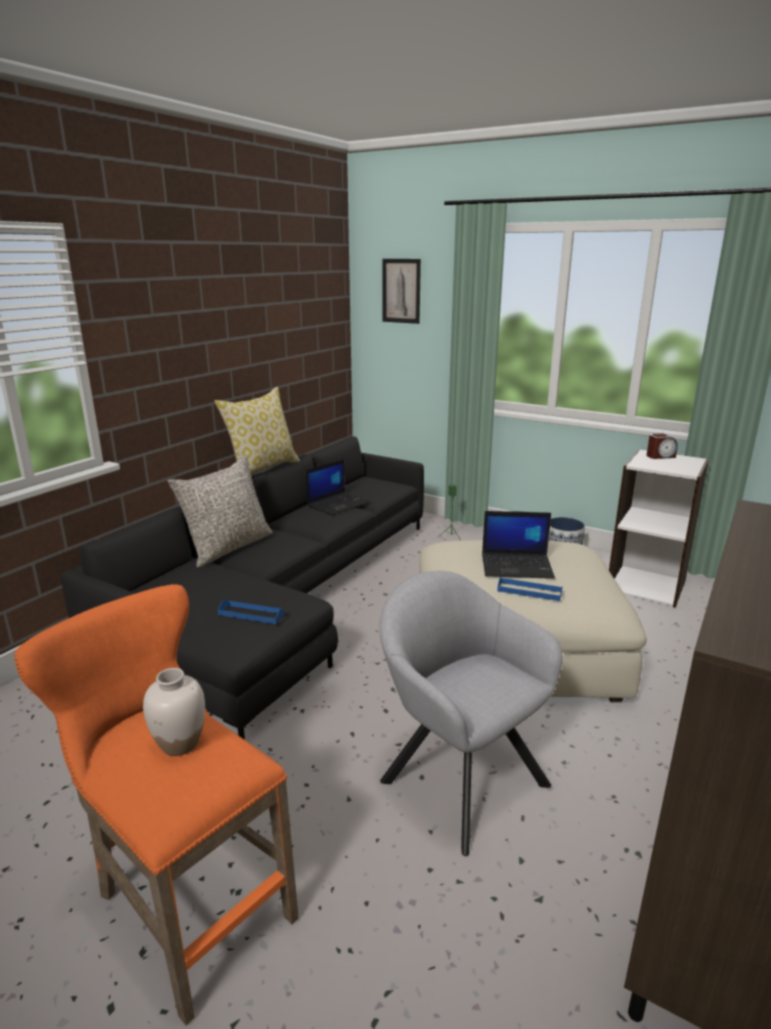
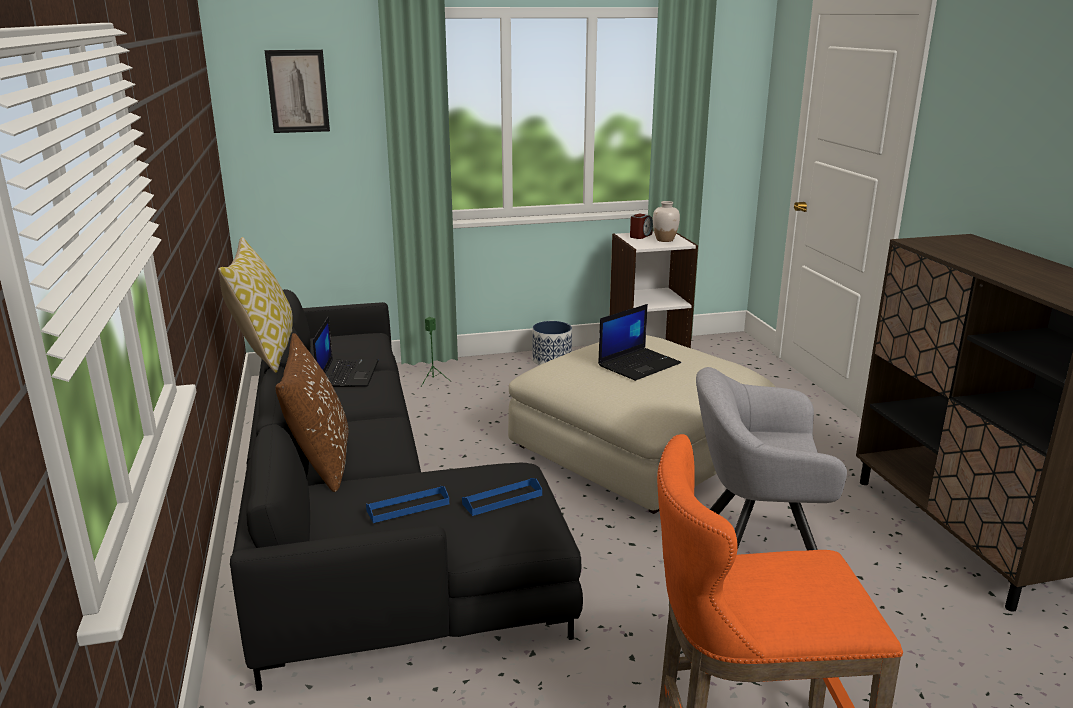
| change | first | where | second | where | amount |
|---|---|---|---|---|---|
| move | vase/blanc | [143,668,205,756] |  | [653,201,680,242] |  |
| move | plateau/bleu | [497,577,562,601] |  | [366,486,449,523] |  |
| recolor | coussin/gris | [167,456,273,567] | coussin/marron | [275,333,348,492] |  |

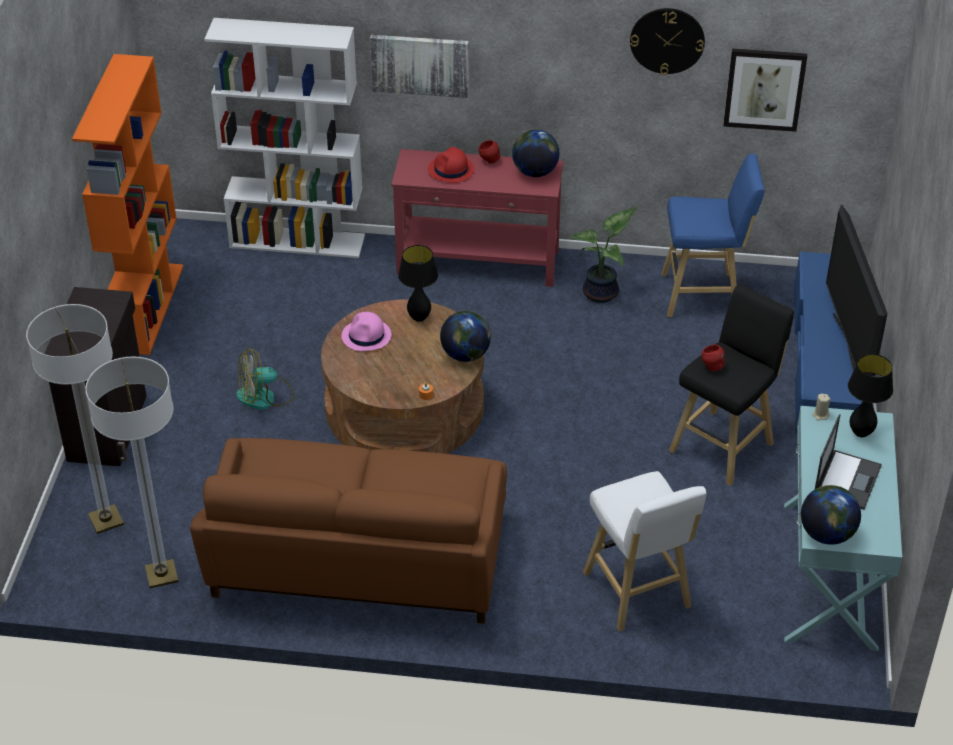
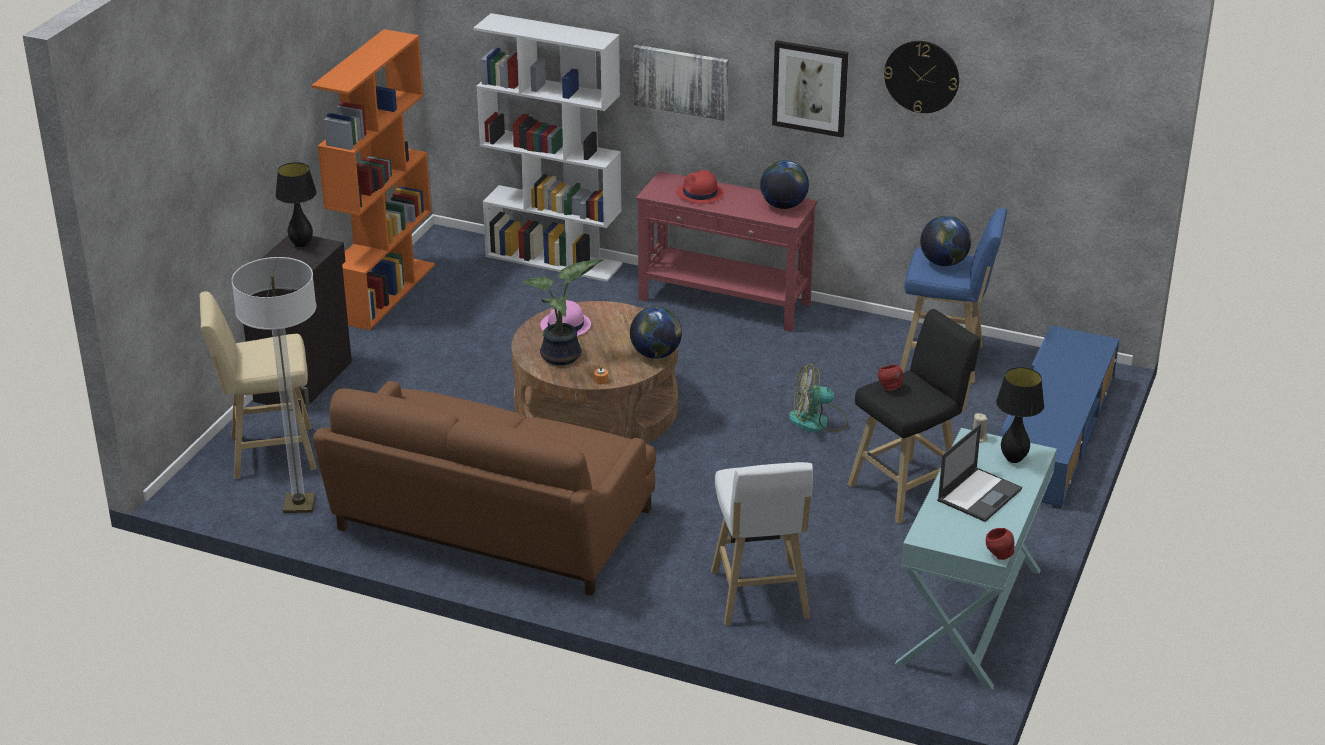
| change | first | where | second | where | amount |
|---|---|---|---|---|---|
| delete | téléviseur | [826,204,888,377] |  |  |  |
| move | ventilateur | [236,348,294,410] |  | [789,364,849,432] |  |
| move | lampe de table/noir | [398,245,438,322] |  | [275,162,317,247] |  |
| move | bol/rouge | [479,140,500,164] |  | [986,528,1015,560] |  |
| move | plante en pot | [570,207,639,303] |  | [522,259,604,365] |  |
| move | tableau | [723,49,807,132] |  | [772,40,849,137] |  |
| move | globe | [801,485,861,545] |  | [920,216,971,266] |  |
| replace | lampadaire | [26,304,124,534] | tabouret/beige | [200,291,317,479] |  |

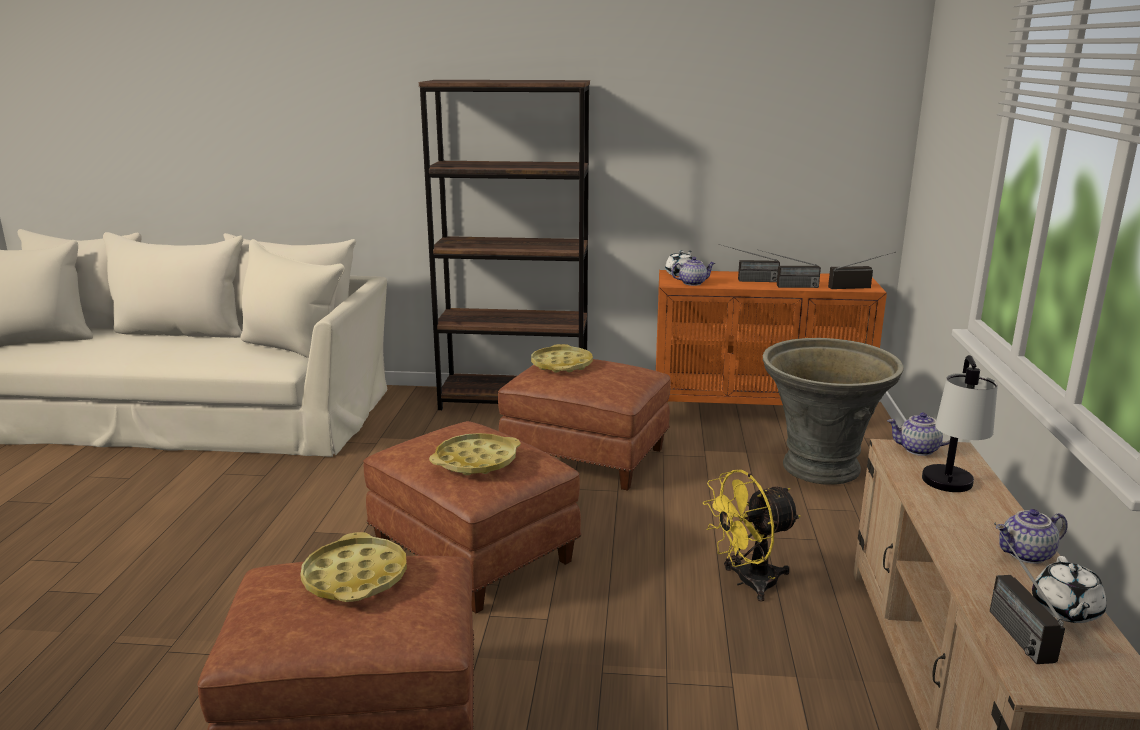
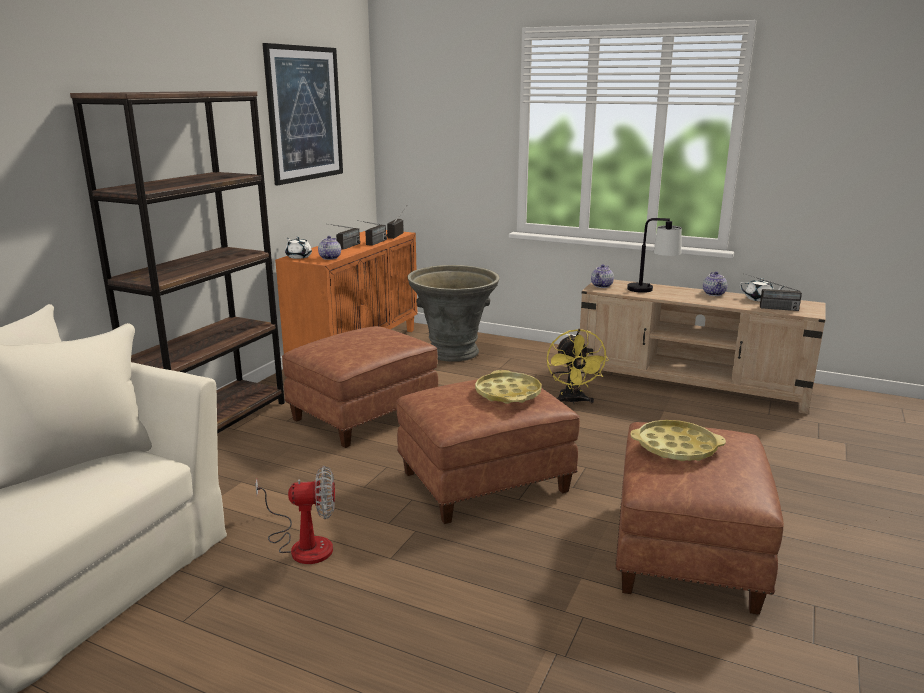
| change | first | where | second | where | amount |
|---|---|---|---|---|---|
| delete | plateau/jaune | [531,344,593,373] |  |  |  |
| insert |  |  | ventilateur | [255,466,335,564] |  |
| insert |  |  | tableau | [262,43,343,185] |  |

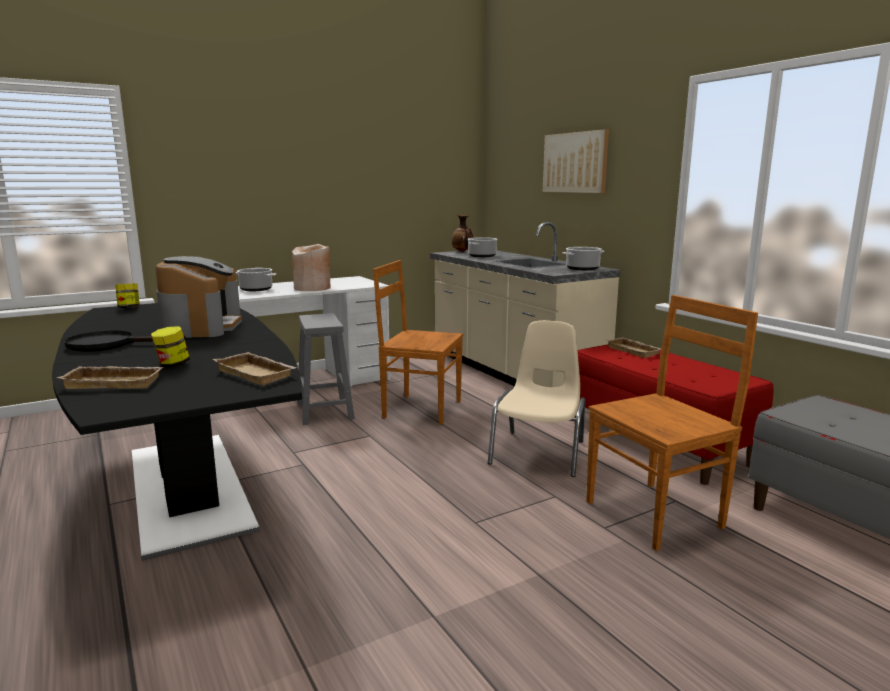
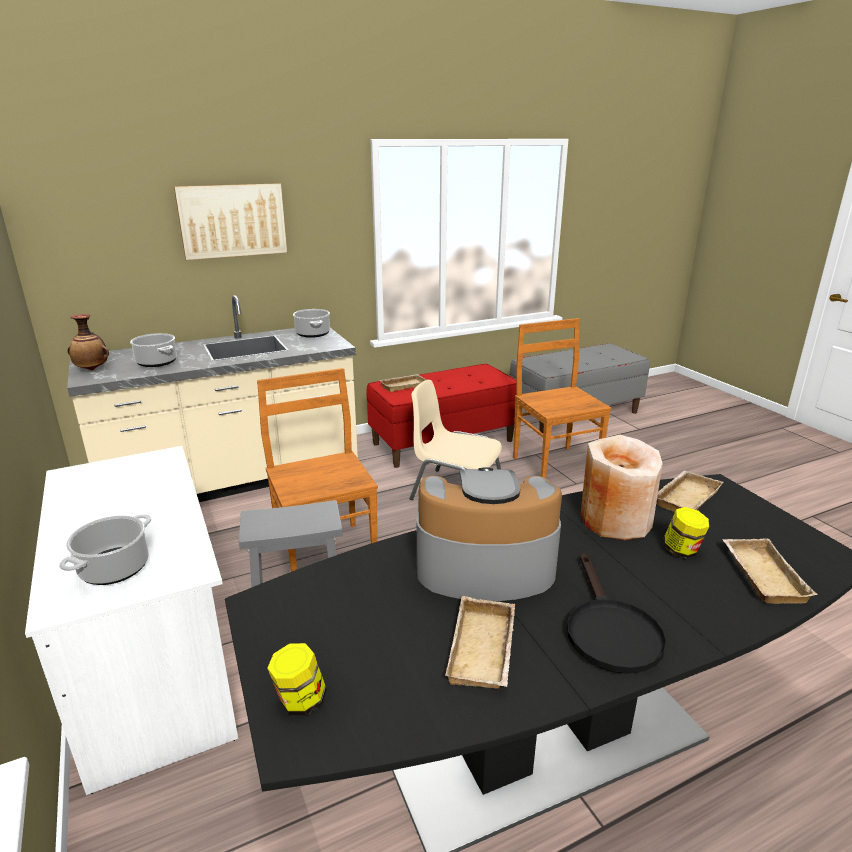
| change | first | where | second | where | amount |
|---|---|---|---|---|---|
| insert |  |  | plateau/beige | [445,596,515,689] |  |
| move | vase/beige | [292,244,331,291] |  | [580,435,663,540] |  |
| rotate | chaise/marron | [373,260,463,425] |  | [257,368,378,572] | 135 degrees clockwise |

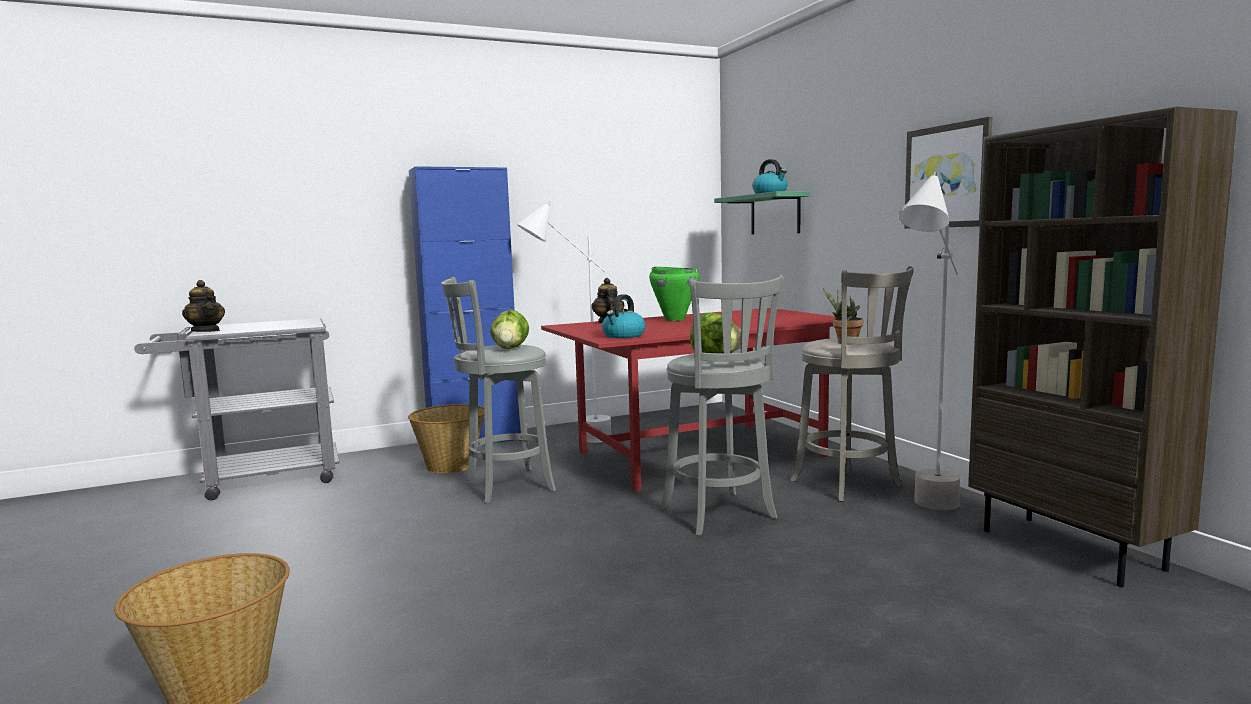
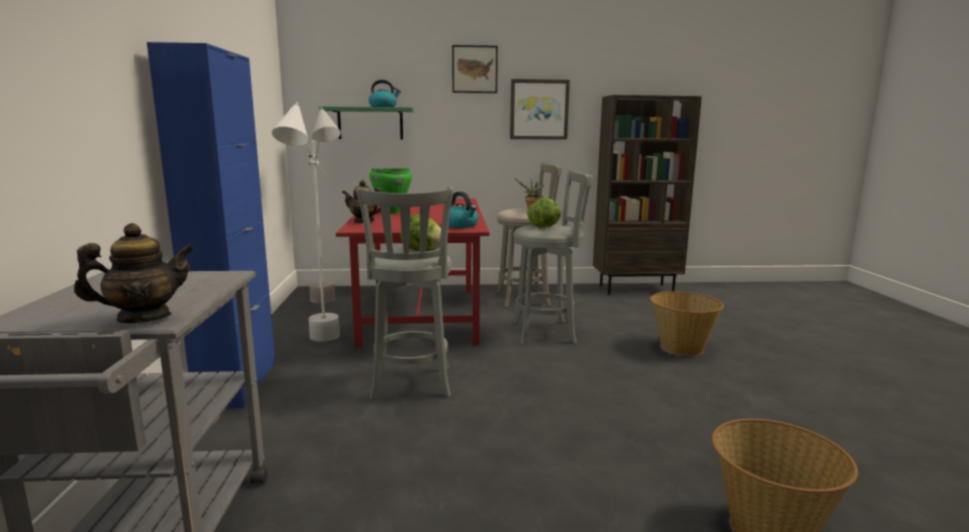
| change | first | where | second | where | amount |
|---|---|---|---|---|---|
| insert |  |  | tableau | [452,45,498,93] |  |
| move | panier | [408,404,484,473] |  | [650,291,724,356] |  |
| move | lampadaire/gris | [898,172,960,510] |  | [309,107,341,304] |  |

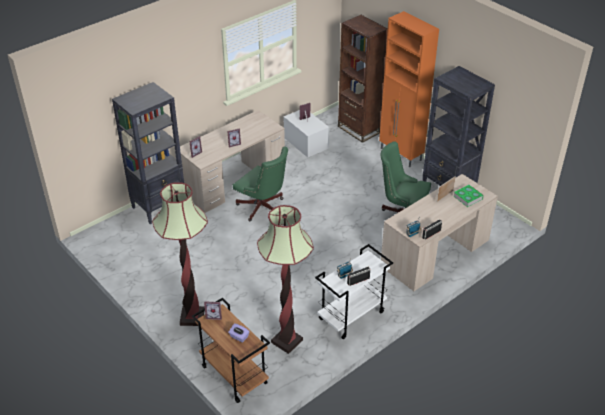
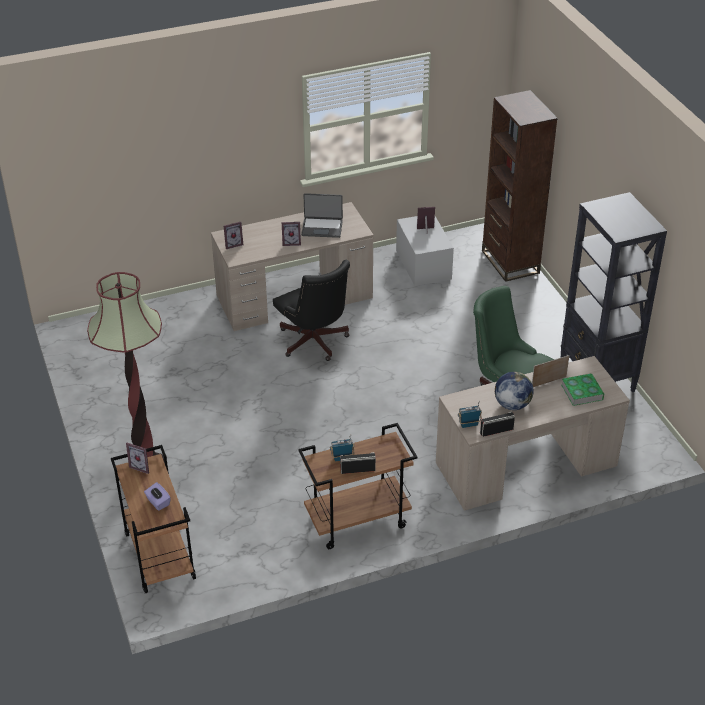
| change | first | where | second | where | amount |
|---|---|---|---|---|---|
| delete | bibliothèque/noir | [112,82,184,224] |  |  |  |
| delete | lampadaire | [257,205,314,354] |  |  |  |
| delete | meuble de rangement/orange | [379,11,439,167] |  |  |  |
| insert |  |  | ordinateur portable | [301,193,343,238] |  |
| insert |  |  | globe | [495,372,534,410] |  |
| recolor | chaise de bureau/vert | [233,146,288,221] | chaise de bureau/noir | [273,260,350,361] |  |
| recolor | chariot/blanc | [315,244,393,339] | chariot/marron | [298,423,418,549] |  |

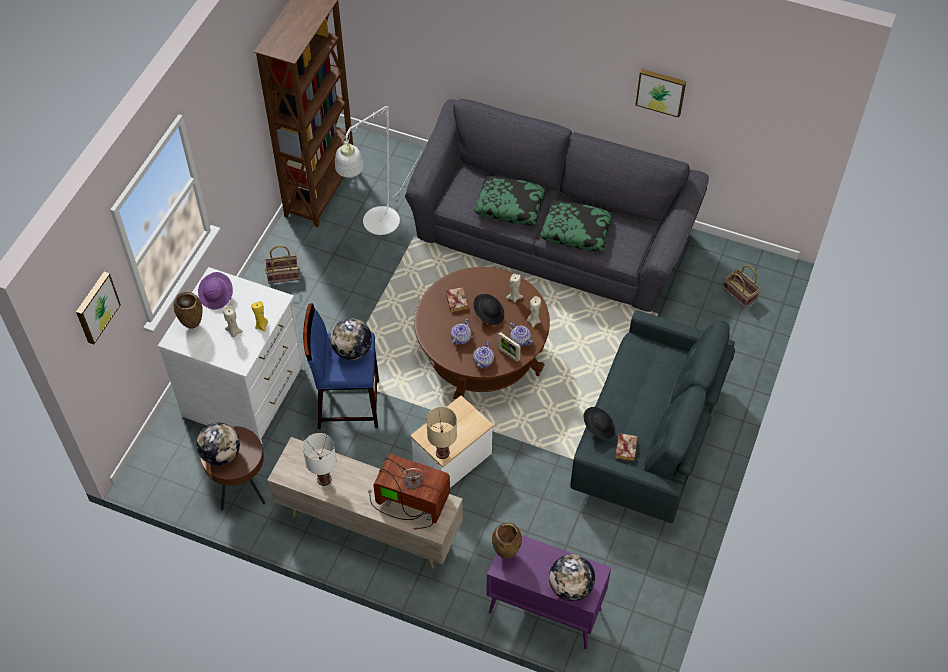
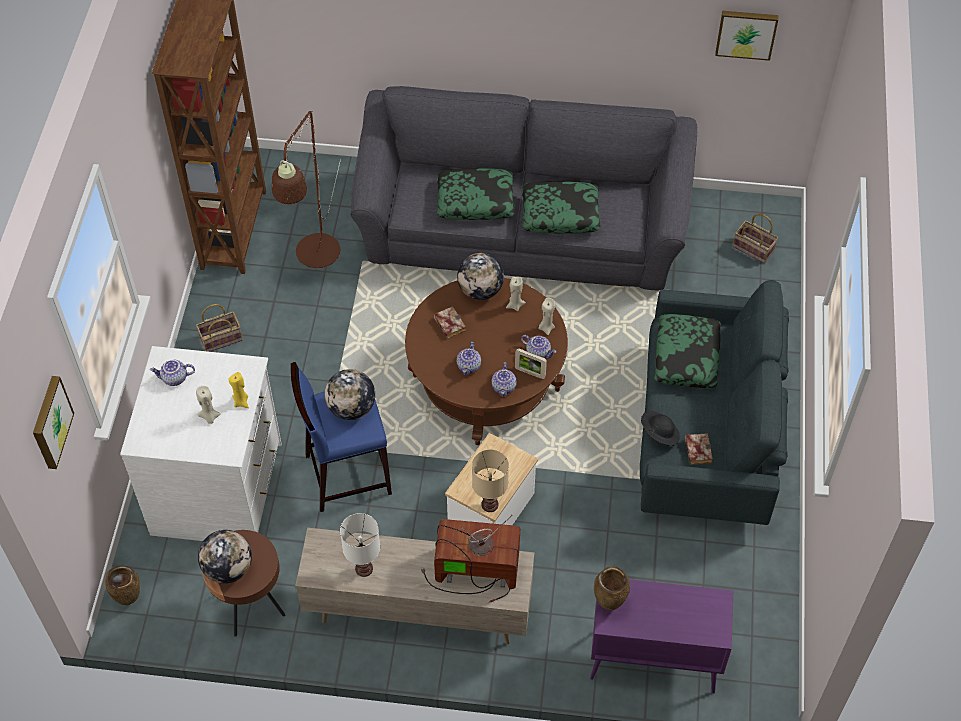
| change | first | where | second | where | amount |
|---|---|---|---|---|---|
| delete | chapeau/noir | [474,294,504,325] |  |  |  |
| insert |  |  | coussin | [654,314,721,388] |  |
| move | vase/marron | [174,292,203,329] |  | [105,565,140,605] |  |
| move | globe | [549,554,595,601] |  | [457,253,504,300] |  |
| move | tableau | [636,69,686,118] |  | [715,11,778,61] |  |
| replace | chapeau/violet | [198,272,233,310] | théière | [150,360,195,386] |  |
| recolor | lampadaire/blanc | [335,106,423,235] | lampadaire/marron | [272,111,341,268] |  |

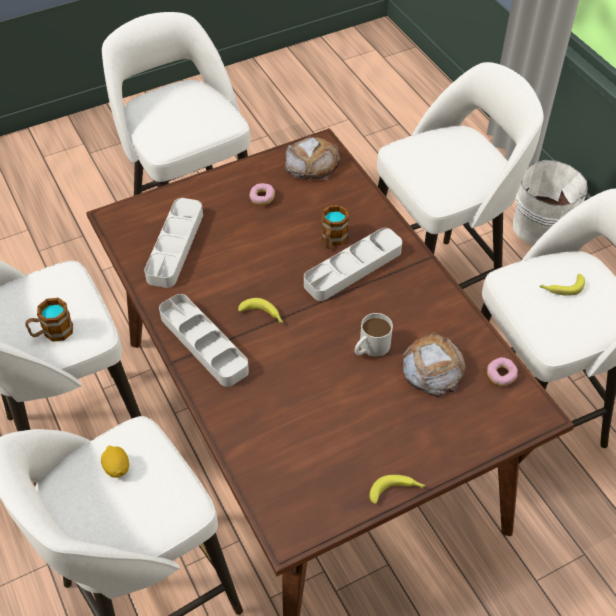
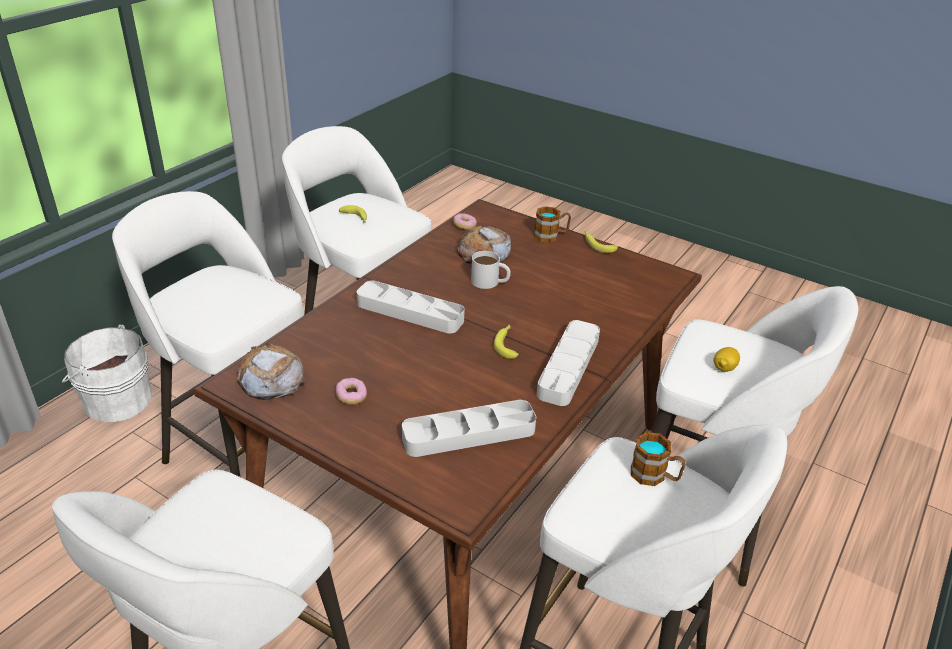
| change | first | where | second | where | amount |
|---|---|---|---|---|---|
| move | mug | [322,205,349,249] |  | [534,206,571,243] |  |

